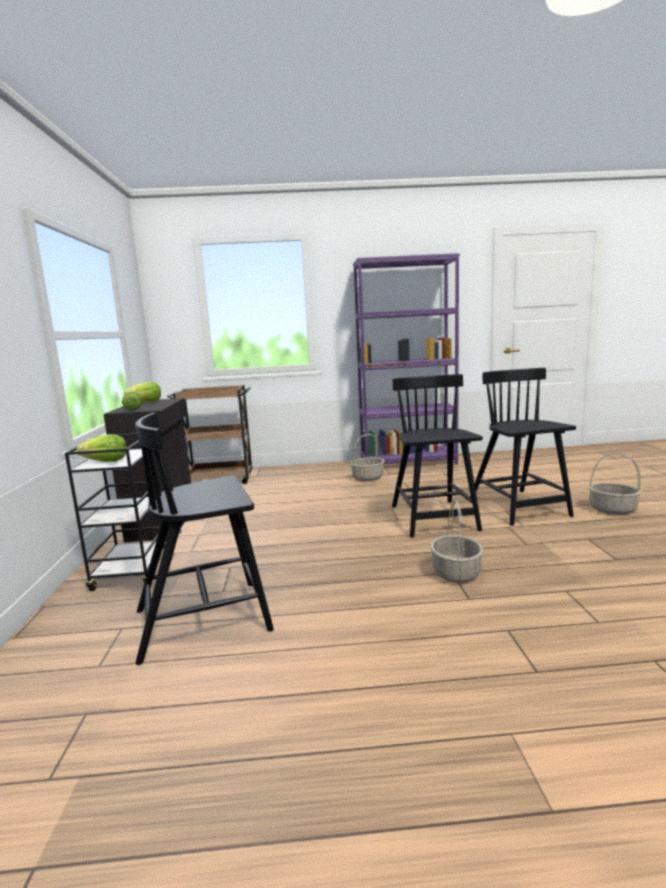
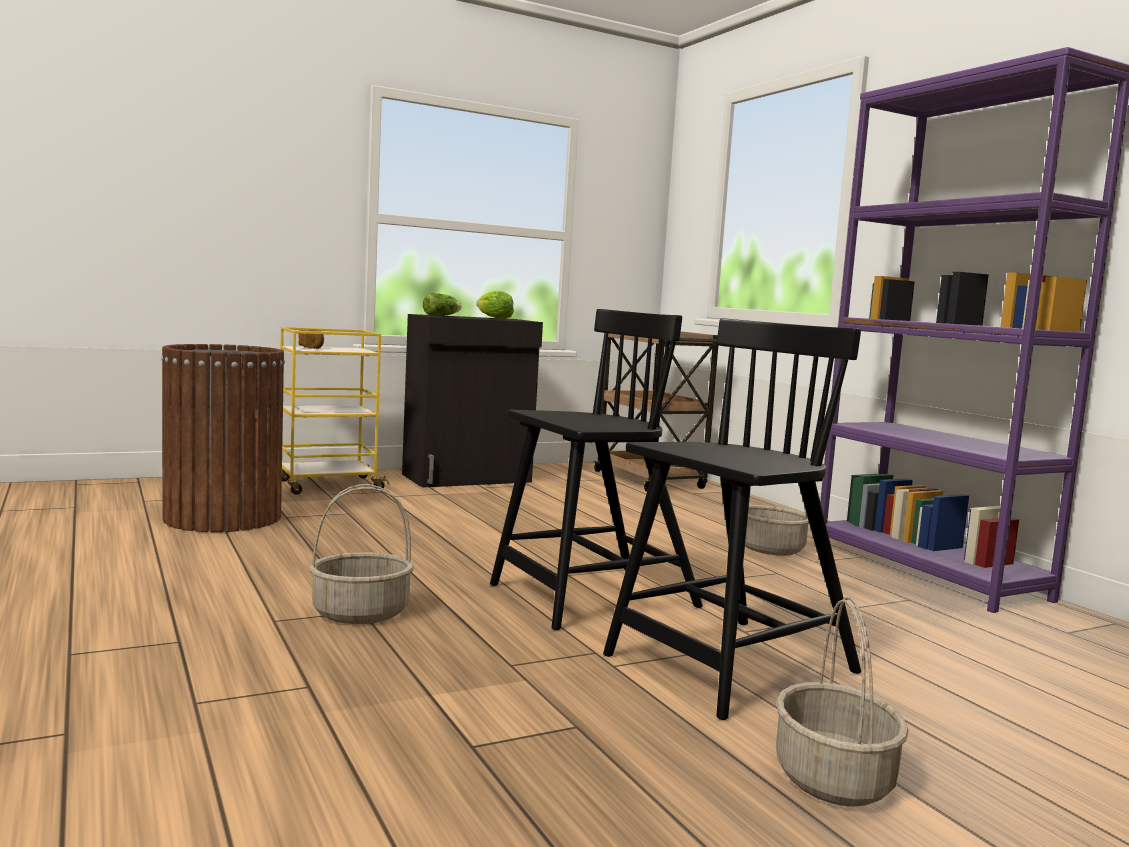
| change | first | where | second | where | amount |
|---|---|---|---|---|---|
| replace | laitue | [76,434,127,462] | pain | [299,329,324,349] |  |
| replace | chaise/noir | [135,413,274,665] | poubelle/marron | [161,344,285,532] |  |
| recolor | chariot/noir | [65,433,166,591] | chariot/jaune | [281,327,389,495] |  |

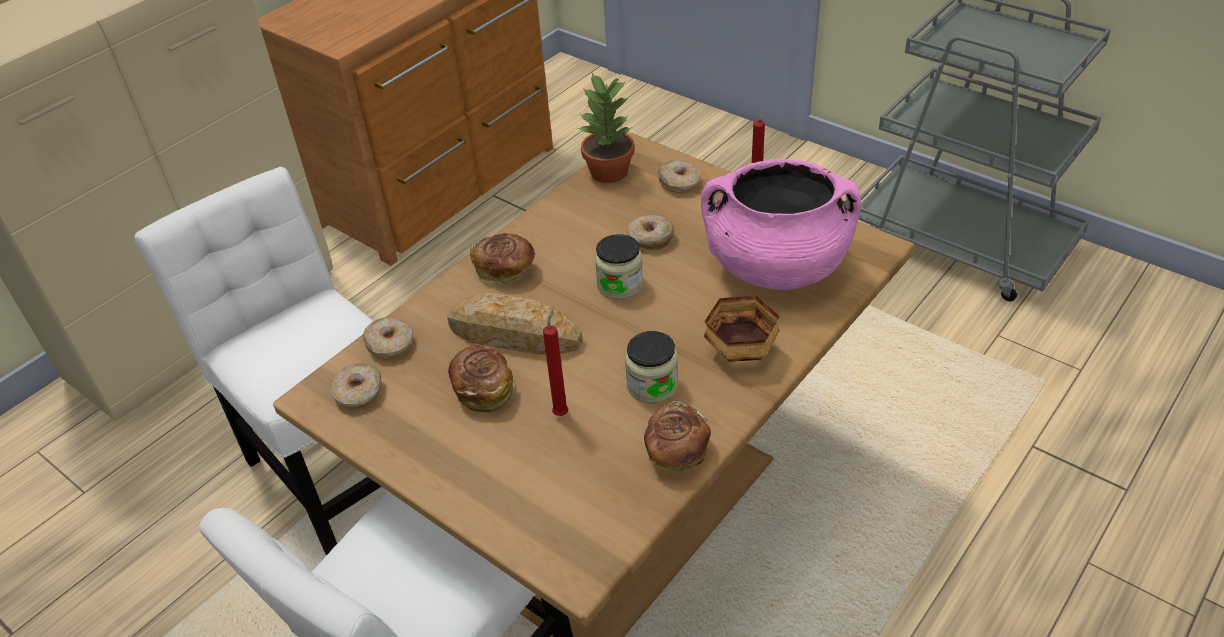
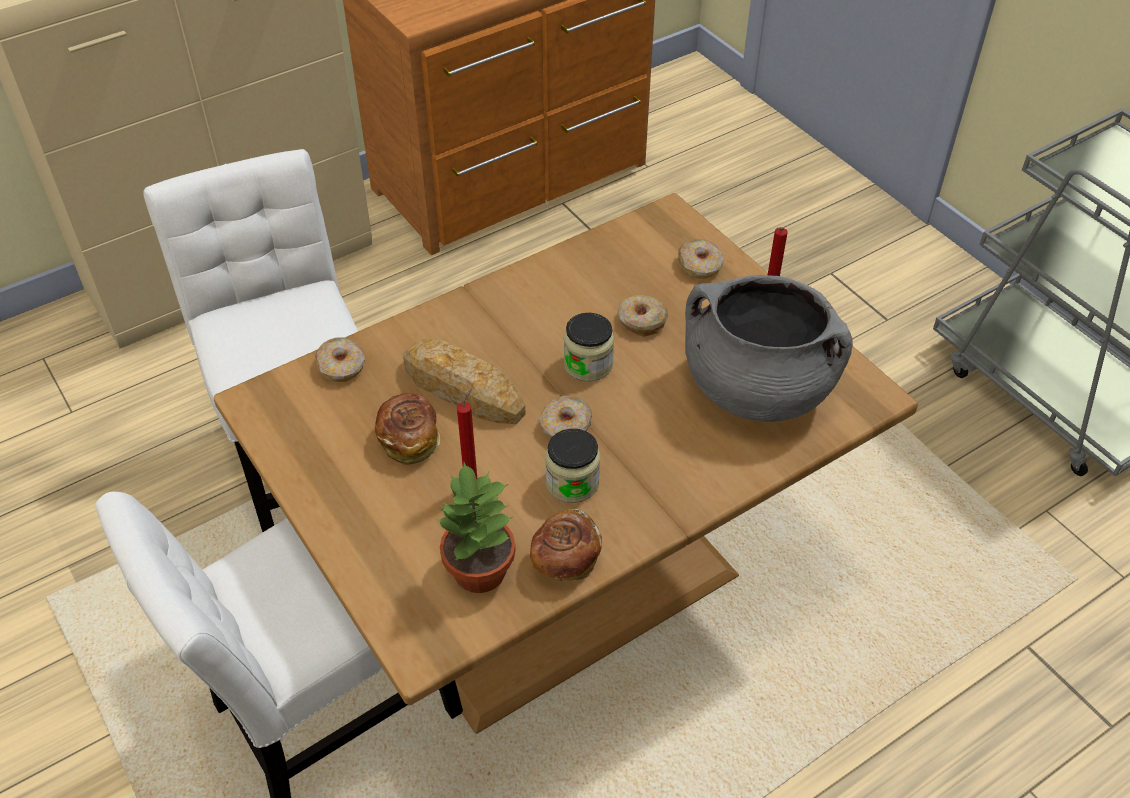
| change | first | where | second | where | amount |
|---|---|---|---|---|---|
| delete | pain | [470,233,535,285] |  |  |  |
| delete | bol | [704,296,780,362] |  |  |  |
| move | beignet | [330,363,382,409] |  | [539,395,592,438] |  |
| move | plante en pot | [578,73,635,183] |  | [435,462,515,593] |  |
| recolor | marmite/rose | [701,159,861,290] | marmite/gris | [685,275,853,422] |  |

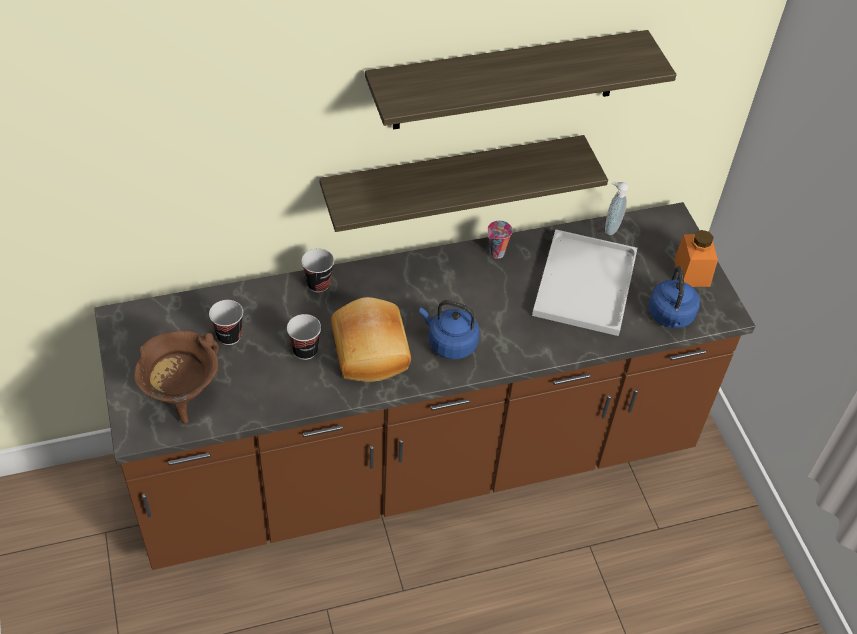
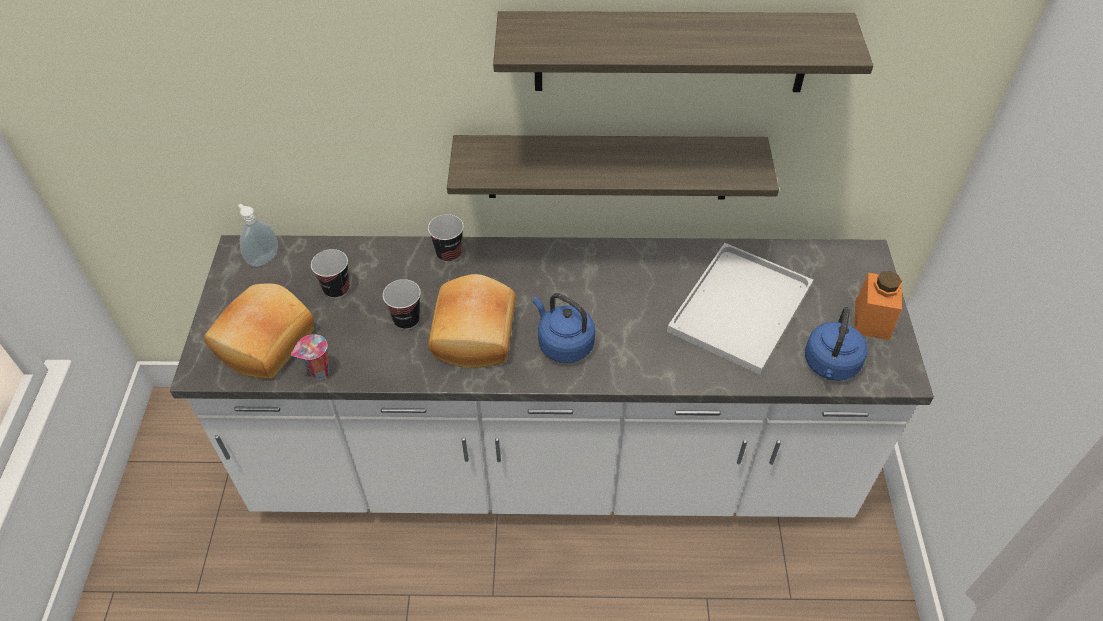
| change | first | where | second | where | amount |
|---|---|---|---|---|---|
| move | tasse | [488,220,513,259] |  | [291,334,329,380] |  |
| move | distributeur de savon | [605,181,628,235] |  | [238,204,278,267] |  |
| replace | marmite/marron | [134,330,219,424] | pain | [204,283,314,379] |  |
| recolor | comptoir de cuisine/marron | [94,202,755,570] | comptoir de cuisine/blanc | [170,235,934,517] |  |

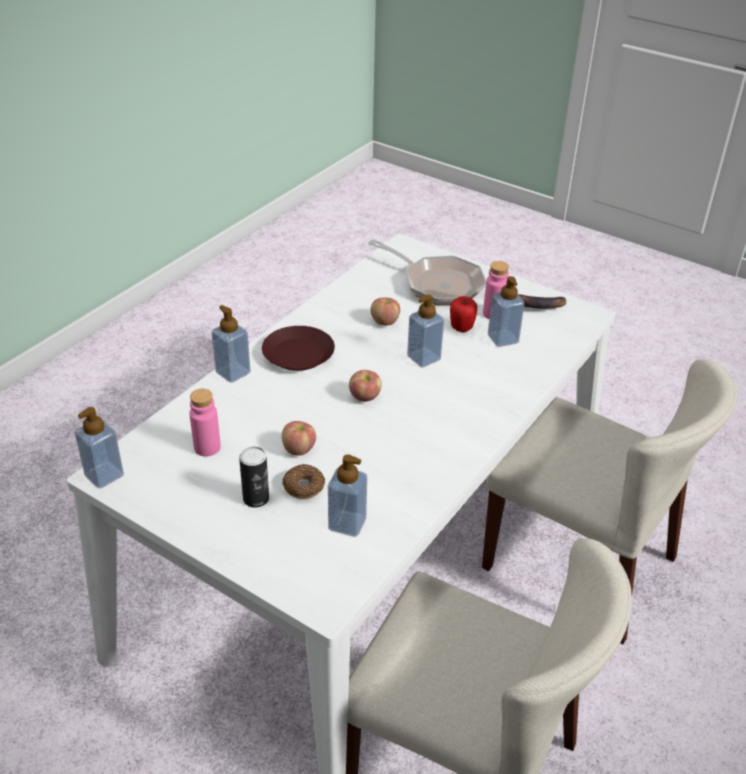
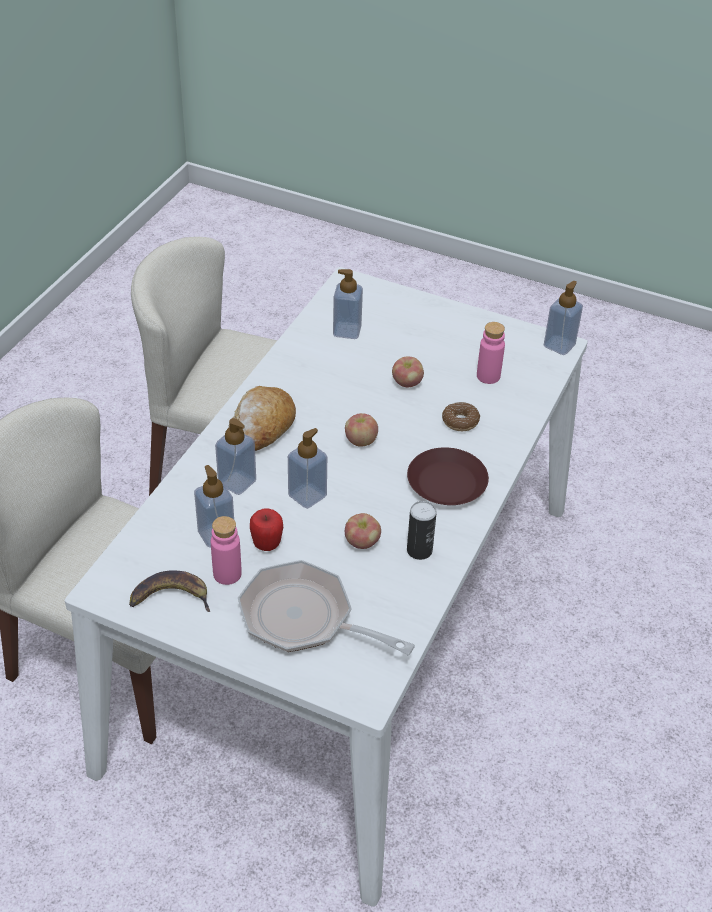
| change | first | where | second | where | amount |
|---|---|---|---|---|---|
| insert |  |  | pain | [229,386,296,451] |  |
| move | distributeur de savon | [212,305,251,383] |  | [215,418,256,495] |  |
| move | boîte métallique | [239,447,269,508] |  | [407,501,437,560] |  |
| move | beignet | [282,464,325,499] |  | [442,402,480,431] |  |

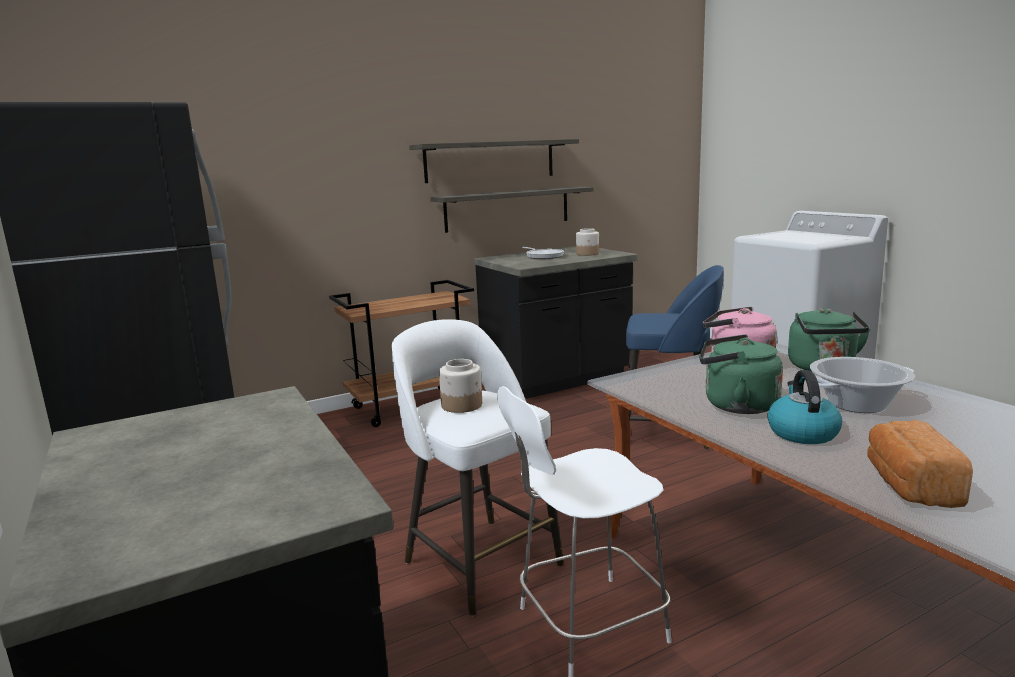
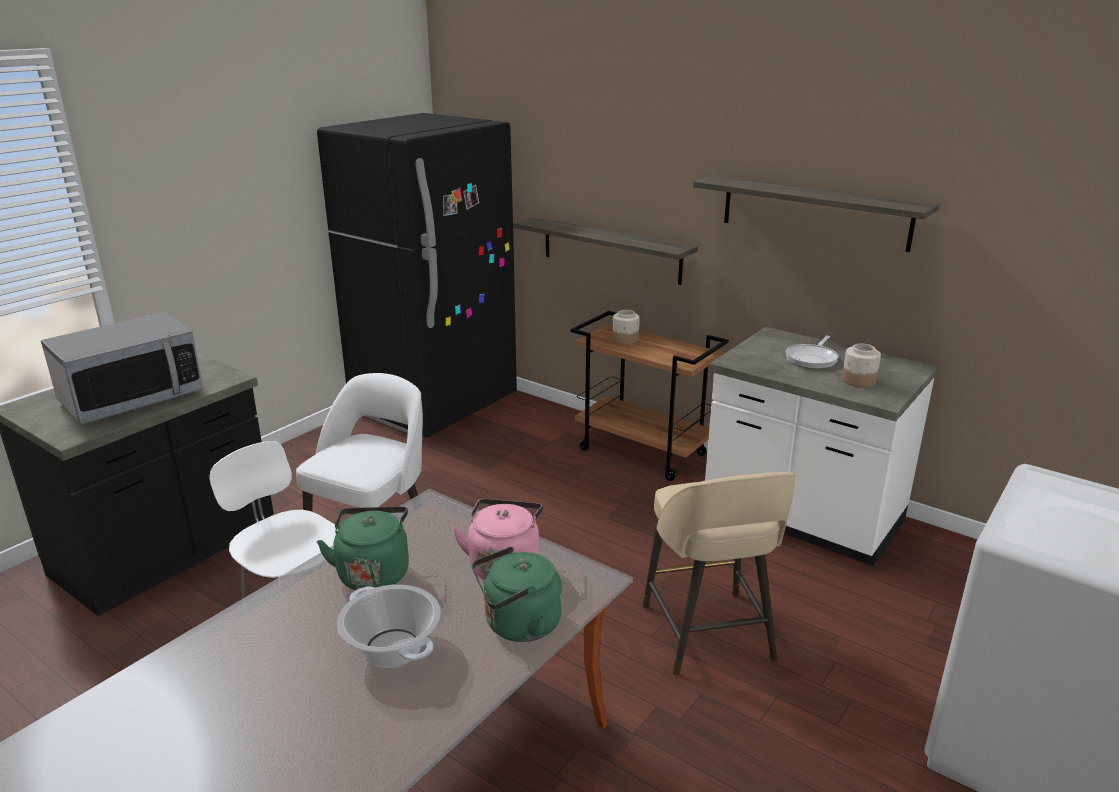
| change | first | where | second | where | amount |
|---|---|---|---|---|---|
| delete | bouilloire | [767,370,842,444] |  |  |  |
| delete | pain | [867,420,973,508] |  |  |  |
| insert |  |  | micro-ondes | [41,312,203,424] |  |
| move | étagère | [430,187,594,233] |  | [513,217,698,285] |  |
| move | bocal | [439,359,482,413] |  | [612,310,640,344] |  |
| recolor | comptoir de cuisine/noir | [474,246,638,399] | comptoir de cuisine/blanc | [705,327,939,566] |  |
| recolor | tabouret/bleu | [626,265,724,449] | tabouret/beige | [643,472,796,675] |  |

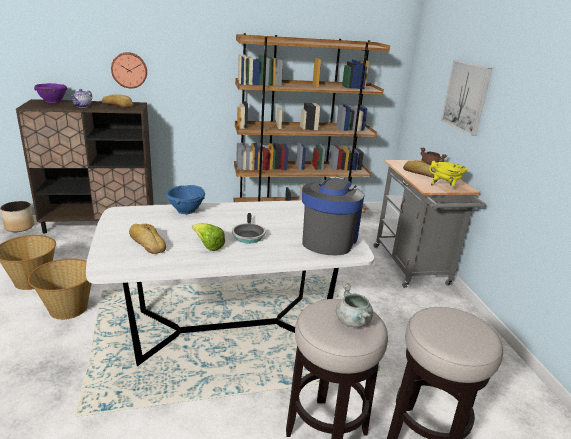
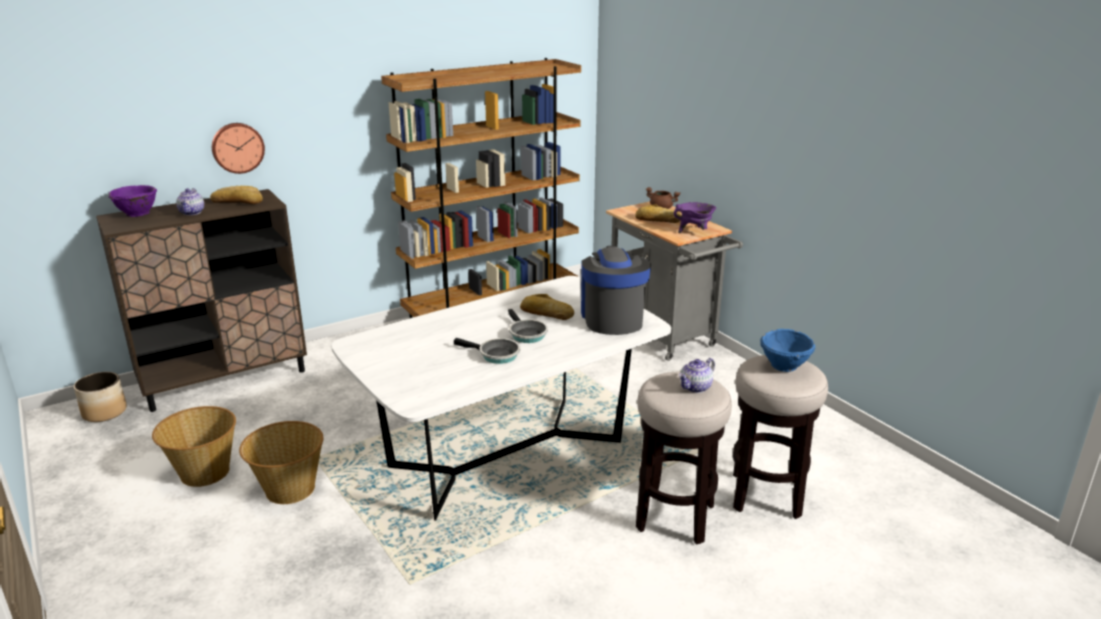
| change | first | where | second | where | amount |
|---|---|---|---|---|---|
| delete | tableau | [441,60,493,136] |  |  |  |
| move | pain | [129,224,166,254] |  | [520,294,574,320] |  |
| move | bol/bleu | [166,185,205,214] |  | [760,329,815,372] |  |
| replace | laitue | [192,223,225,251] | poêle | [454,338,520,364] |  |
| replace | marmite/gris | [336,283,373,327] | théière | [679,358,715,393] |  |
| recolor | marmite/jaune | [429,161,468,186] | marmite/violet | [674,202,717,233] |  |

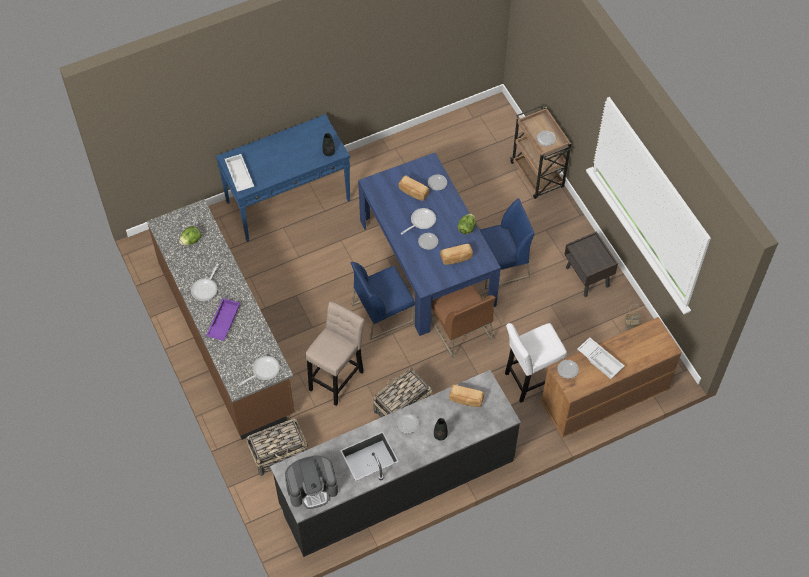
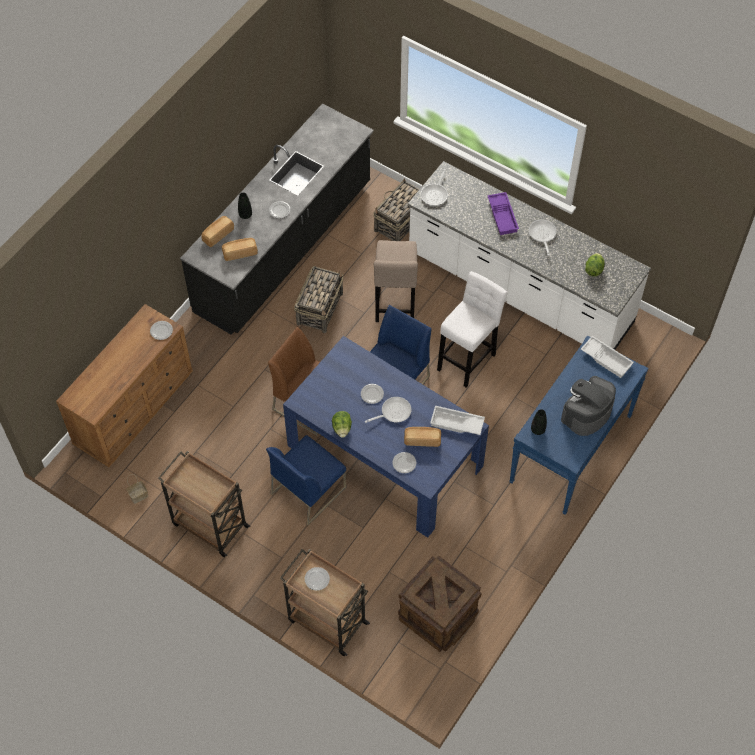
| change | first | where | second | where | amount |
|---|---|---|---|---|---|
| insert |  |  | caisse | [398,556,482,652] |  |
| move | machine à café | [285,456,338,509] |  | [561,376,616,436] |  |
| move | pain | [440,244,473,265] |  | [201,216,234,247] |  |
| move | tabouret/blanc | [505,323,567,403] |  | [437,271,508,388] |  |
| move | plateau/blanc | [577,337,624,379] |  | [430,406,485,435] |  |
| replace | table de chevet/marron | [564,231,618,297] | chariot/marron | [158,451,250,557] |  |
| recolor | comptoir de cuisine/marron | [147,199,294,440] | comptoir de cuisine/blanc | [408,161,651,350] |  |
| rotate | poêle | [401,208,436,234] |  | [365,397,411,423] | 135 degrees counterclockwise |

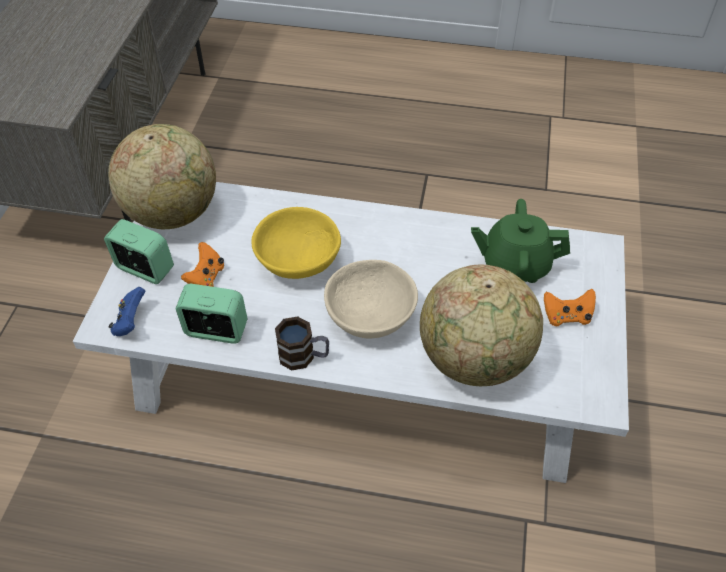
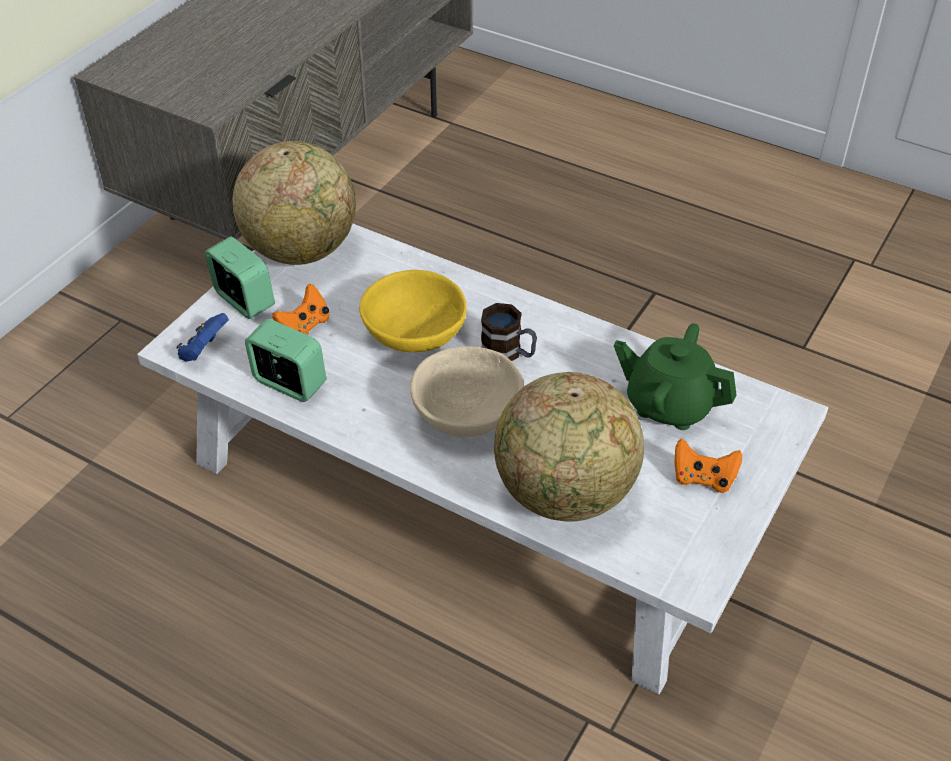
| change | first | where | second | where | amount |
|---|---|---|---|---|---|
| move | mug | [275,316,329,370] |  | [481,303,537,361] |  |

